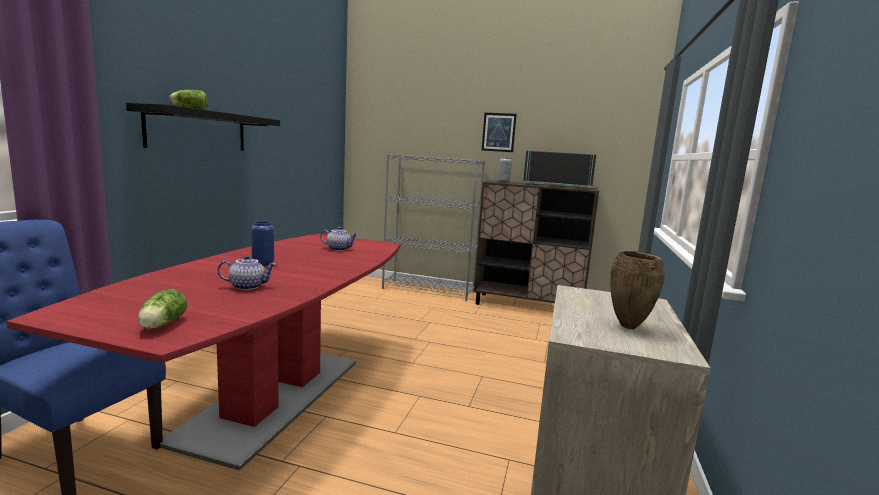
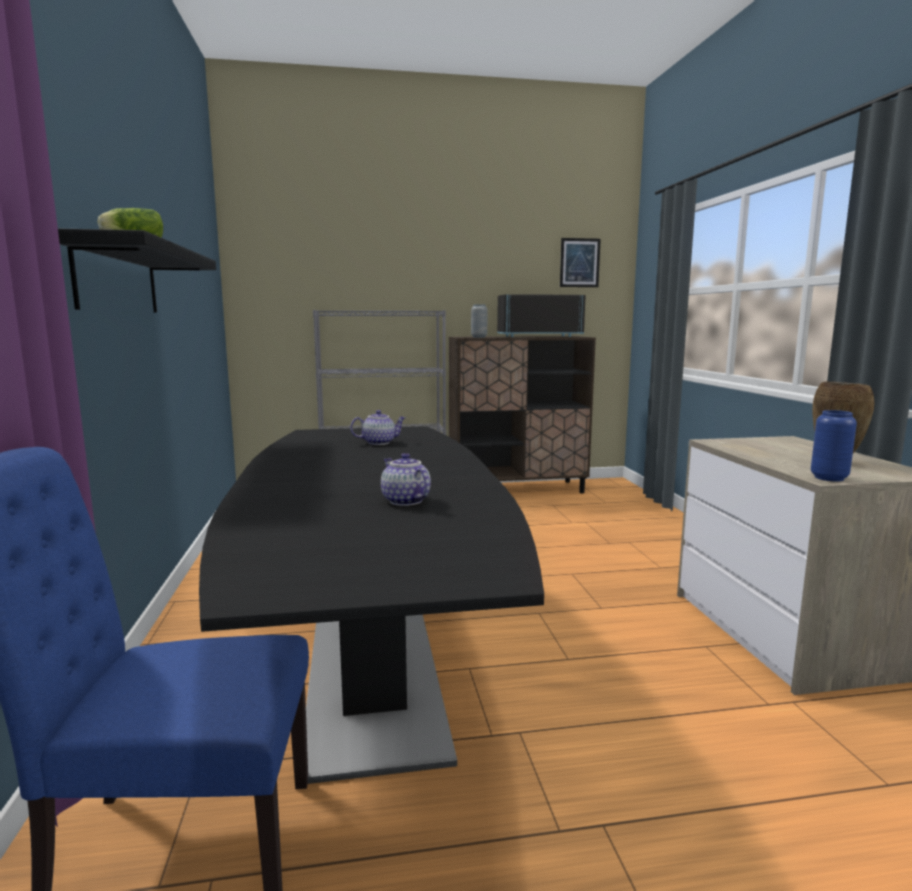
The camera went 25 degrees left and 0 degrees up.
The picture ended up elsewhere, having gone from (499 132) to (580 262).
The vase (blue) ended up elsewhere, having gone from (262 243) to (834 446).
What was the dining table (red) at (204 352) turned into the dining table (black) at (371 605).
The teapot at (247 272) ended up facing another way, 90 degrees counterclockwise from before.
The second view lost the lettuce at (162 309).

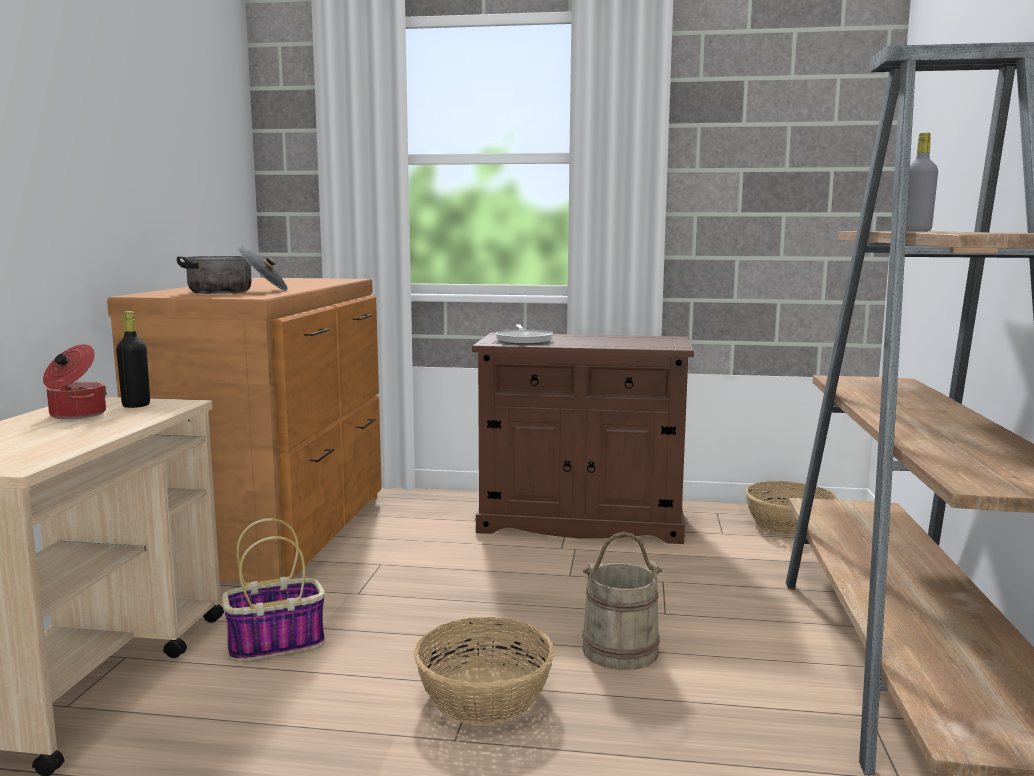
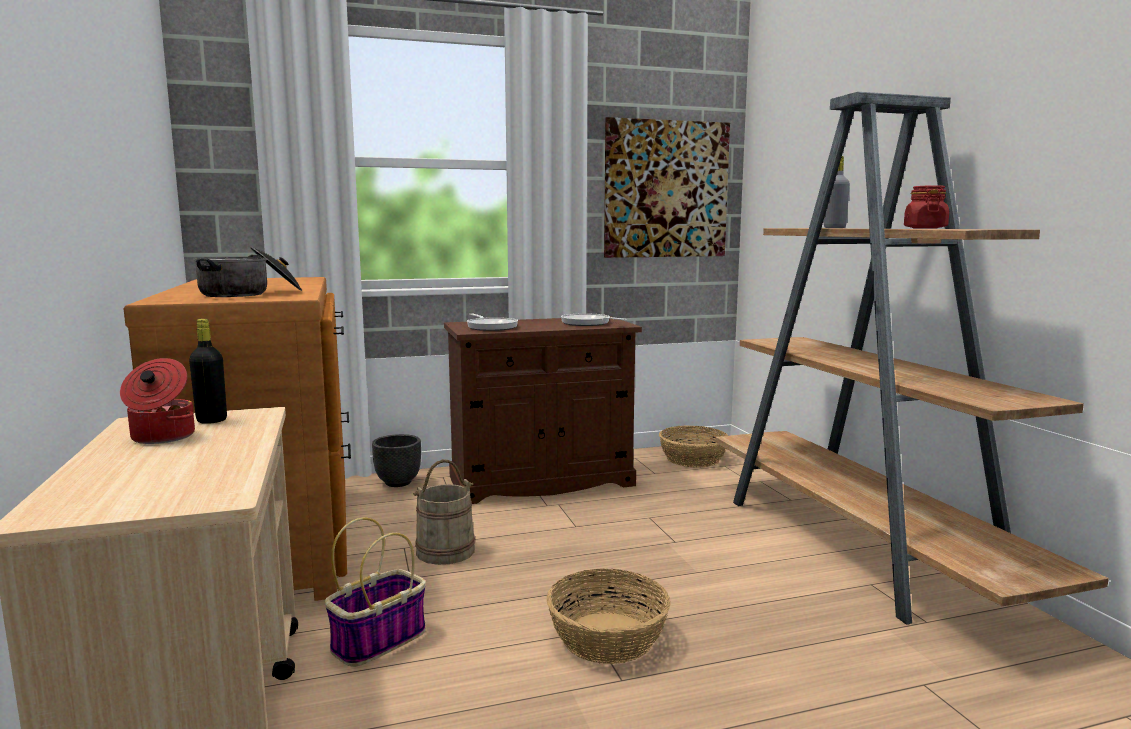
The camera went 25 degrees left and 0 degrees up.
The bucket (beige) ended up elsewhere, having gone from (622 601) to (444 512).
The second view gained the picture at (667 187).
The second view gained the jar (red) at (926 207).
The second view gained the frying pan at (594 319).
The second view gained the planter (black) at (396 460).

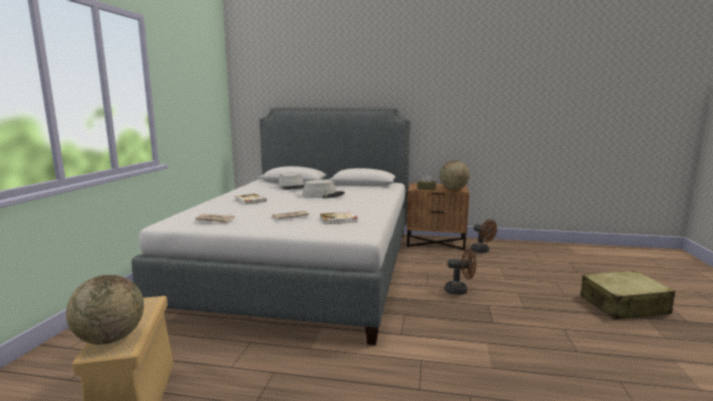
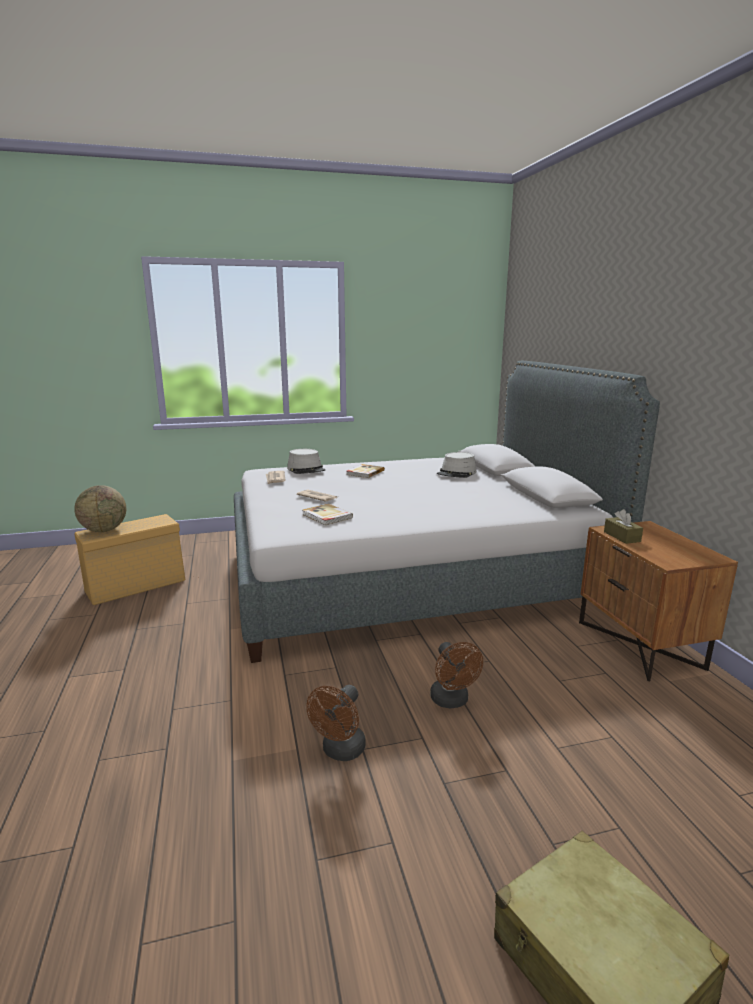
The camera went 65 degrees right and 5 degrees up.
The second view lost the globe at (455 175).
The hat (grey) ended up elsewhere, having gone from (324 188) to (306 461).
The fan (brown) ended up elsewhere, having gone from (484 236) to (336 723).

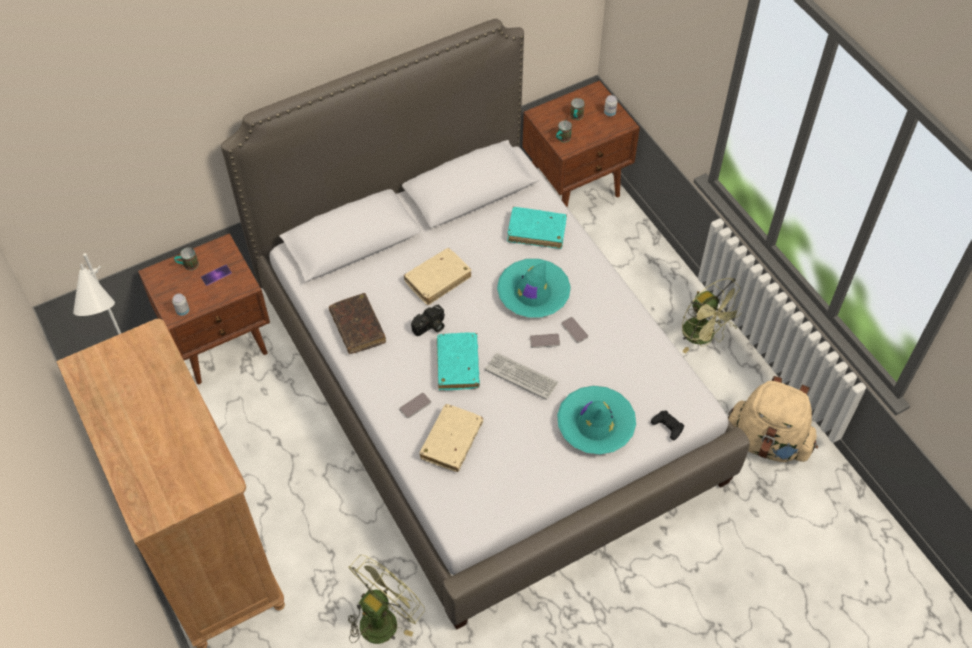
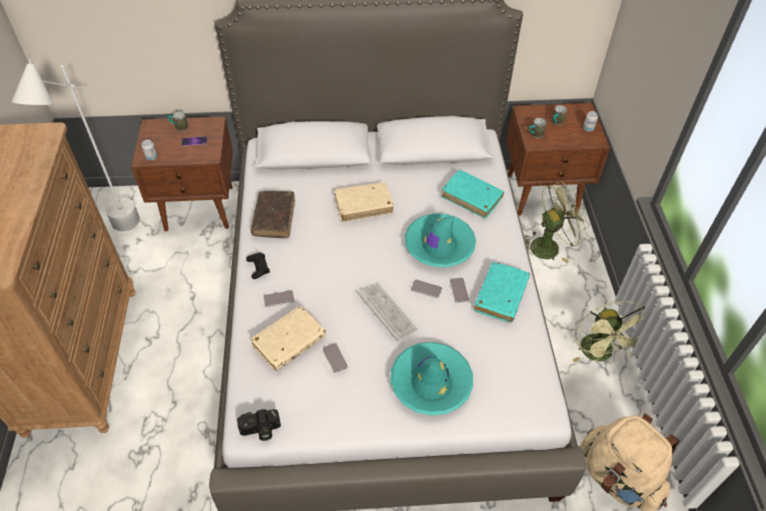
The camera went 25 degrees right and 5 degrees down.
The photo camera ended up elsewhere, having gone from (428 320) to (259 425).
The book (turquoise) ended up elsewhere, having gone from (458 362) to (502 292).
The game controller (black) ended up elsewhere, having gone from (667 425) to (258 265).
The fan (green) ended up elsewhere, having gone from (386 599) to (557 222).
The second view gained the phone at (335 358).

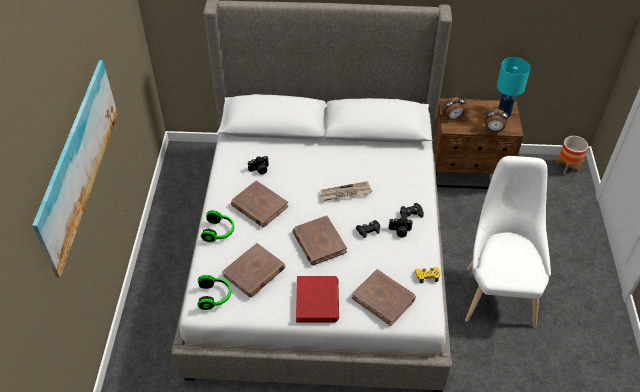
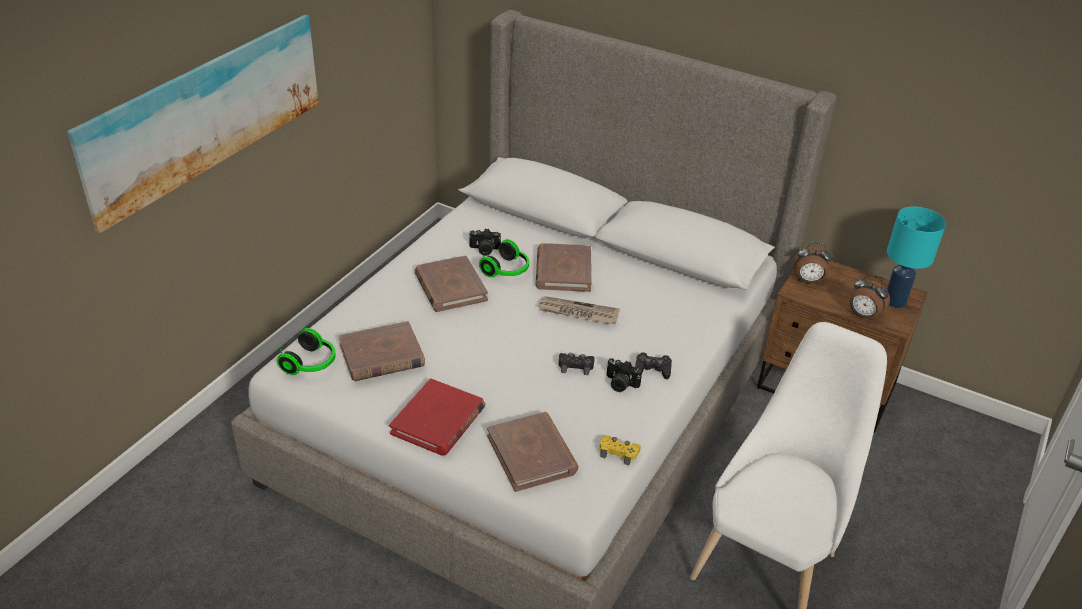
The camera went 25 degrees right and 10 degrees down.
The second view lost the planter at (572 155).
The headphones ended up elsewhere, having gone from (217 226) to (504 258).
The book (brown) ended up elsewhere, having gone from (319 240) to (564 267).

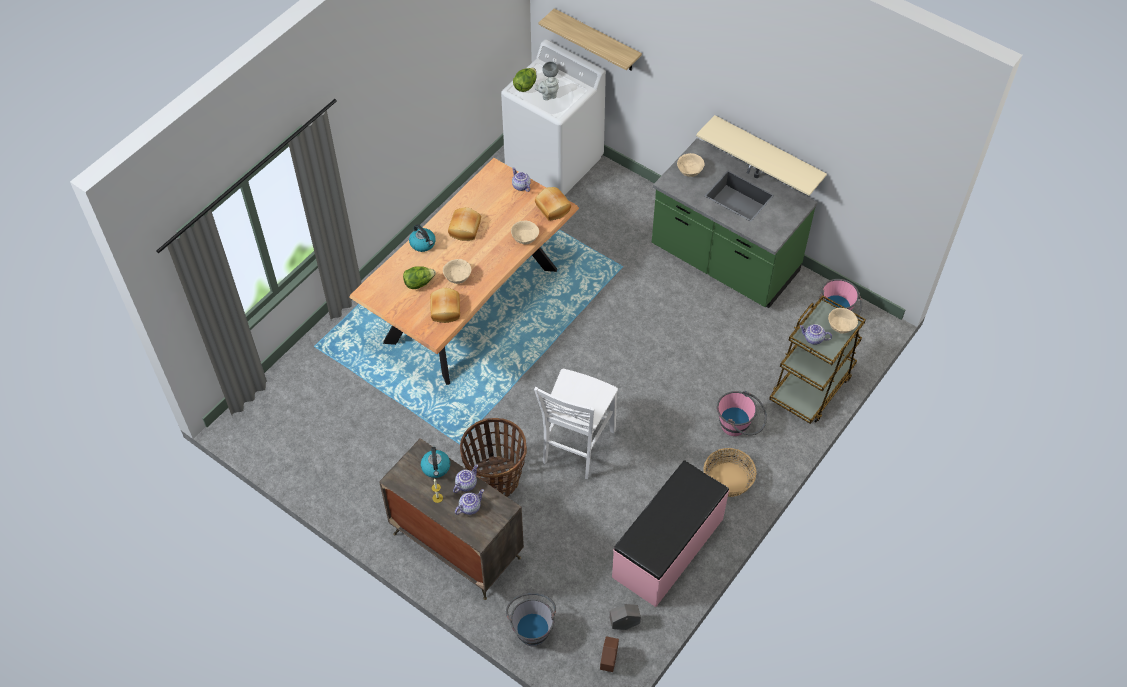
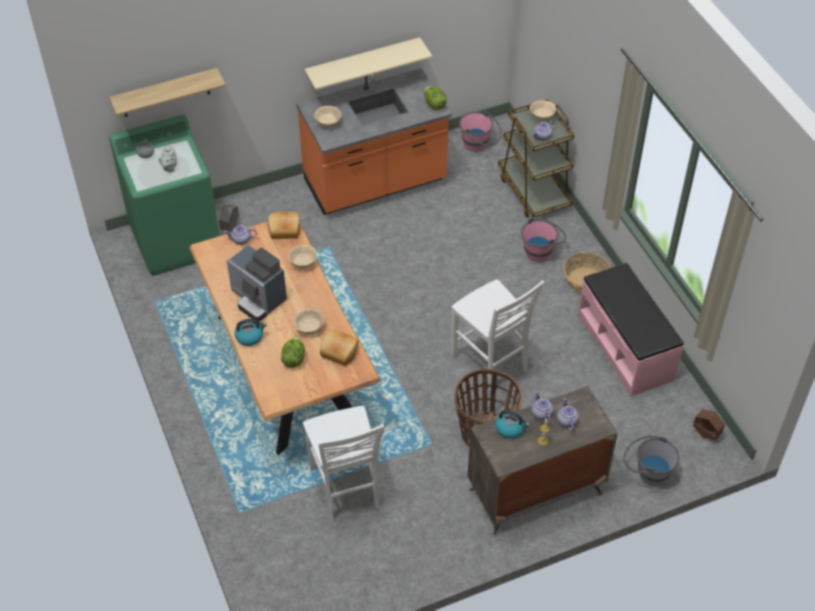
The camera went 60 degrees left and 5 degrees down.
What was the washing machine (white) at (553 117) turned into the washing machine (green) at (164 195).
The lettuce ended up elsewhere, having gone from (524 80) to (435 98).
What was the counter (green) at (735 223) turned into the counter (orange) at (374 141).
Where the bread stood at (464 224), the coffee machine came to stand at (257 283).
The planter (grey) ended up elsewhere, having gone from (625 617) to (229 218).
The second view gained the chair (white) at (343 463).

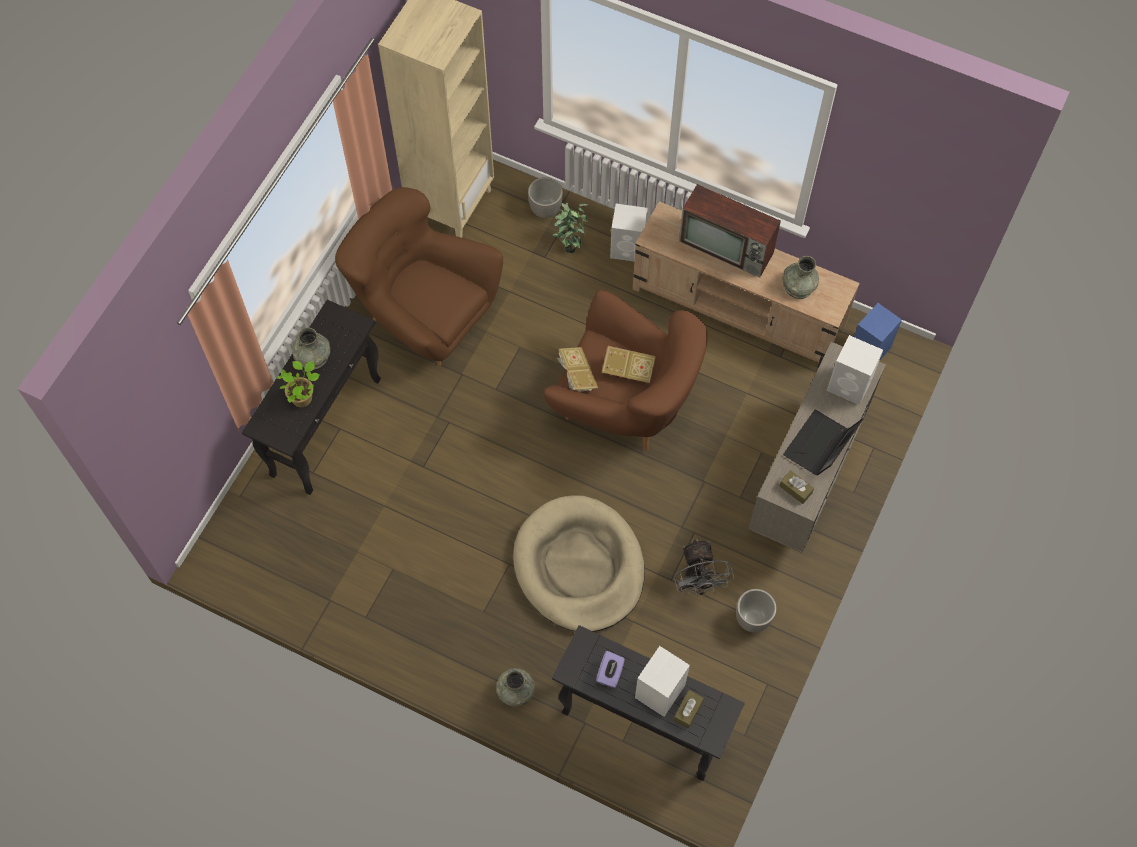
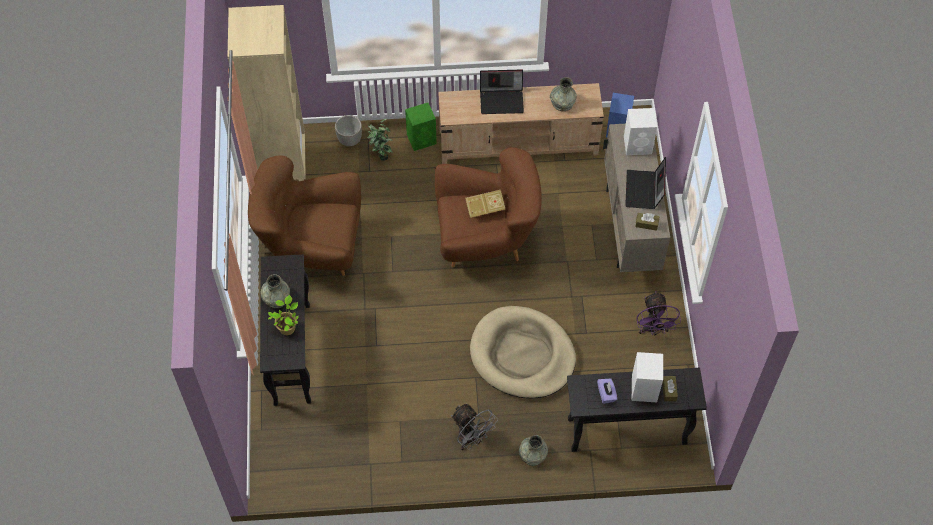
The camera went 30 degrees left and 5 degrees down.
Where the television stood at (730 230), the laptop came to stand at (502 92).
What was the speaker (white) at (629 232) turned into the speaker (green) at (421 127).
The second view lost the book at (577 369).
The fan (grey) ended up elsewhere, having gone from (704 567) to (474 426).
Where the planter stood at (756 611), the fan (purple) came to stand at (658 313).

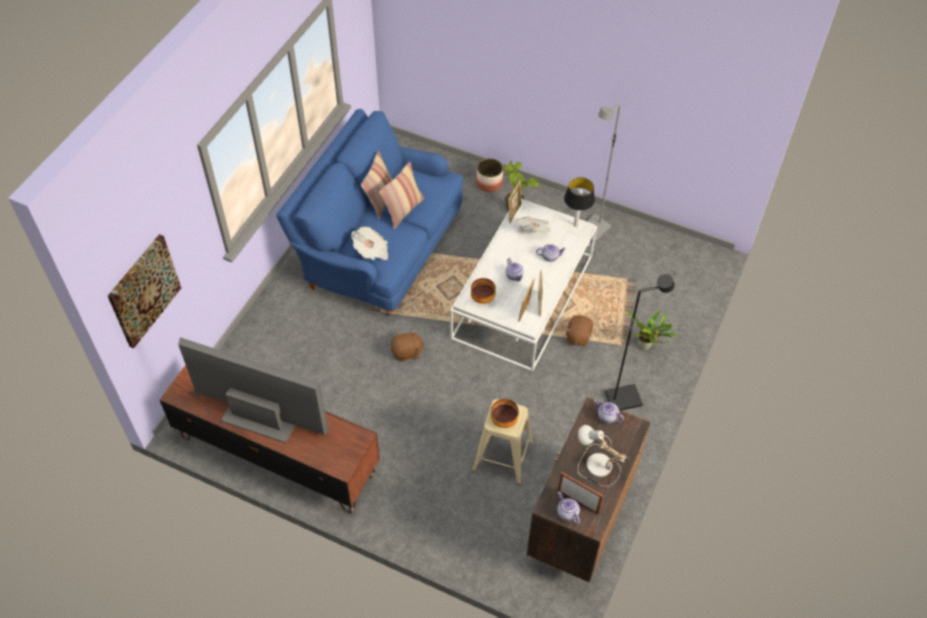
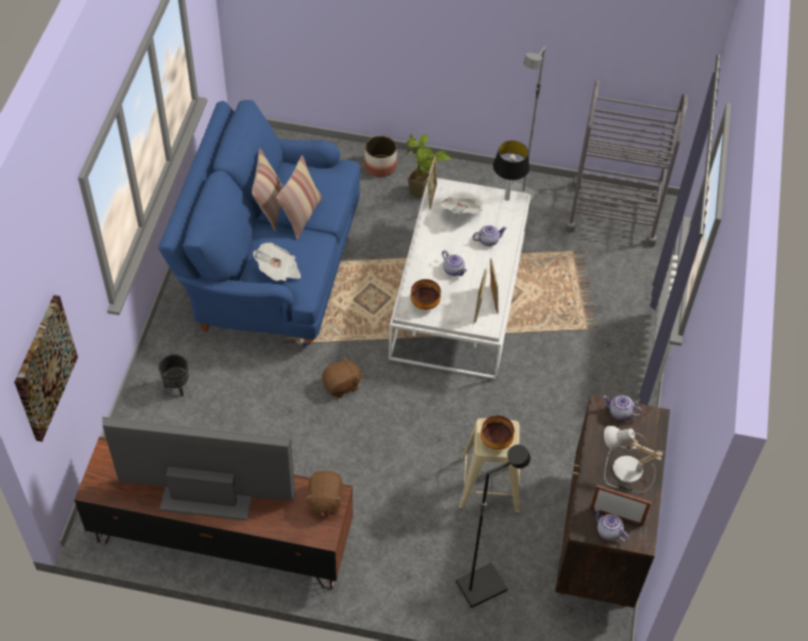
The camera went 15 degrees left and 0 degrees up.
The floor lamp (black) ended up elsewhere, having gone from (640 342) to (493 526).
The second view lost the potted plant at (651 330).
The plush toy (brown) ended up elsewhere, having gone from (579 330) to (324 493).
The second view gained the cart (grey) at (626 163).
The second view gained the planter (black) at (174 375).

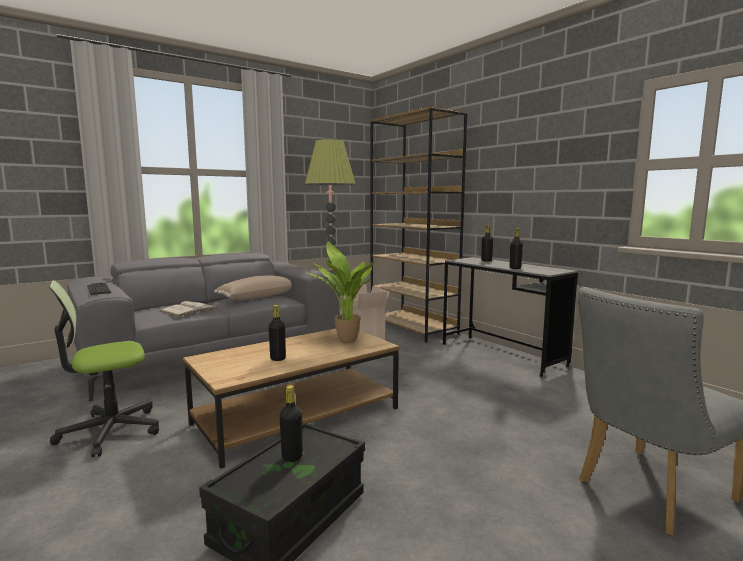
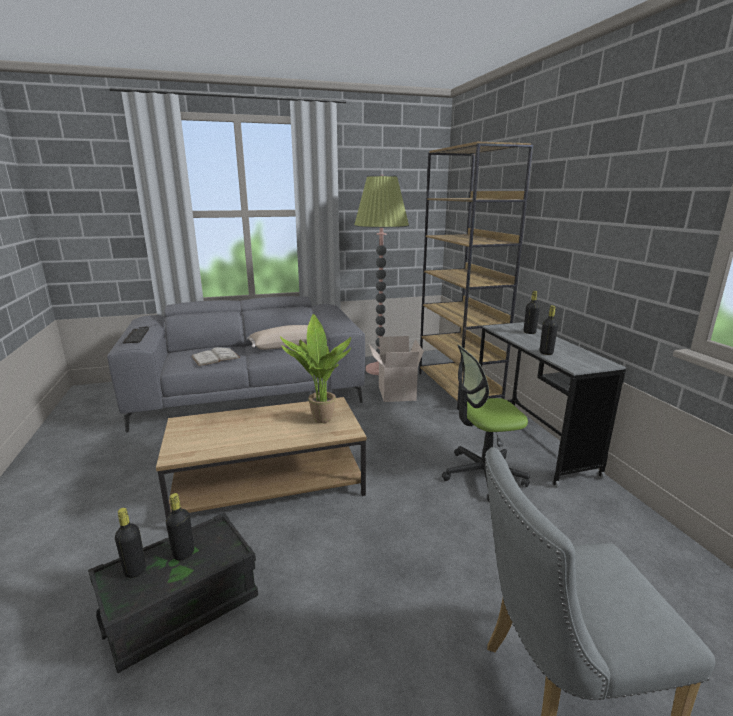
The camera went 20 degrees right and 10 degrees up.
The office chair ended up elsewhere, having gone from (104 368) to (486 423).
The bottle (black) ended up elsewhere, having gone from (277 333) to (130 543).

